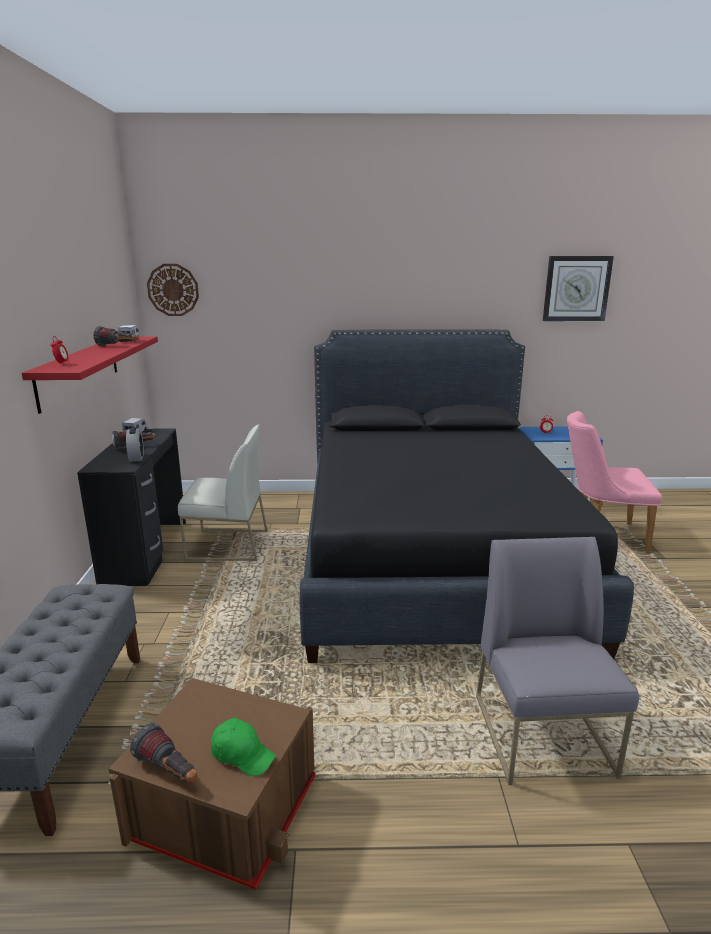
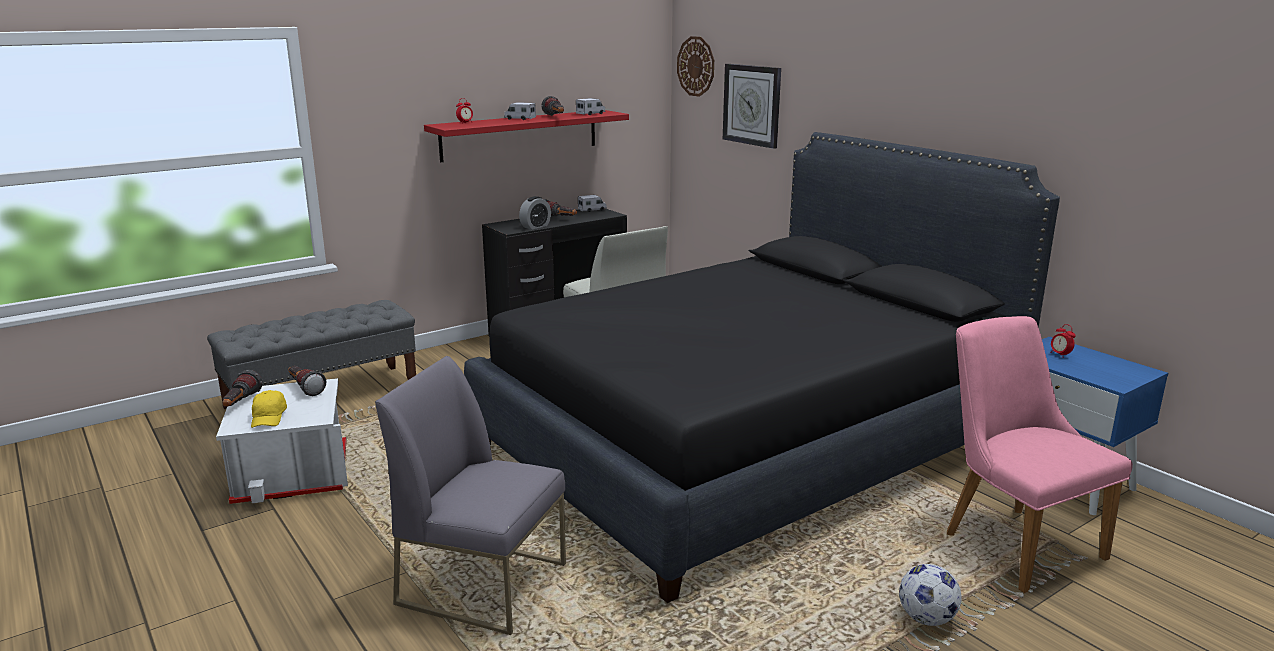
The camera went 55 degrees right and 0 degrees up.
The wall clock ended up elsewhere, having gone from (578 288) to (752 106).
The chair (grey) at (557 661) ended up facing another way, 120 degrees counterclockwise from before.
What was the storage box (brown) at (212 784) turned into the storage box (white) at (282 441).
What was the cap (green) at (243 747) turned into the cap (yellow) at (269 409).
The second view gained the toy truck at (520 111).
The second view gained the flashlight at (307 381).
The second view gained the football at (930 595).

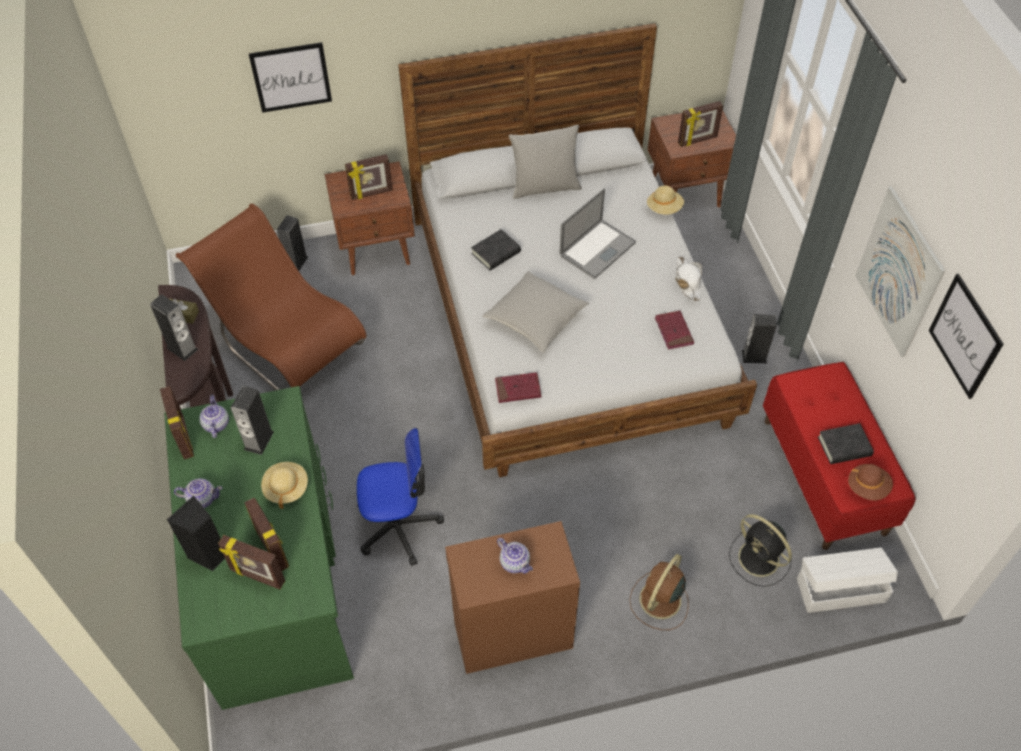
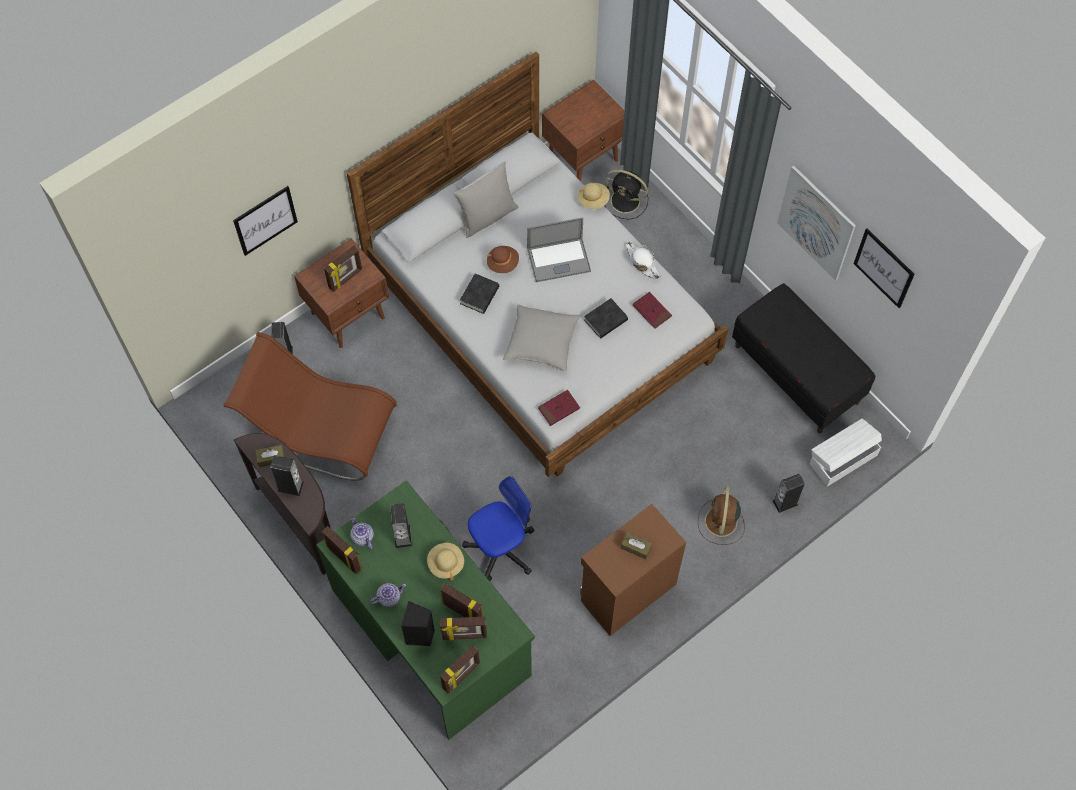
The camera went 25 degrees left and 10 degrees up.
The picture frame ended up elsewhere, having gone from (700 124) to (460 668).
The laptop at (598 233) ended up facing another way, 60 degrees clockwise from before.
The speaker ended up elsewhere, having gone from (759 339) to (789 493).
What was the bench (red) at (839 456) turned into the bench (black) at (803 358).
The book (black) ended up elsewhere, having gone from (846 443) to (606 318).
The hat (brown) ended up elsewhere, having gone from (870 482) to (503 259).
The fan (black) ended up elsewhere, having gone from (760 550) to (626 195).
Where the teapot stood at (515 556), the tissue box (brown) came to stand at (636 545).

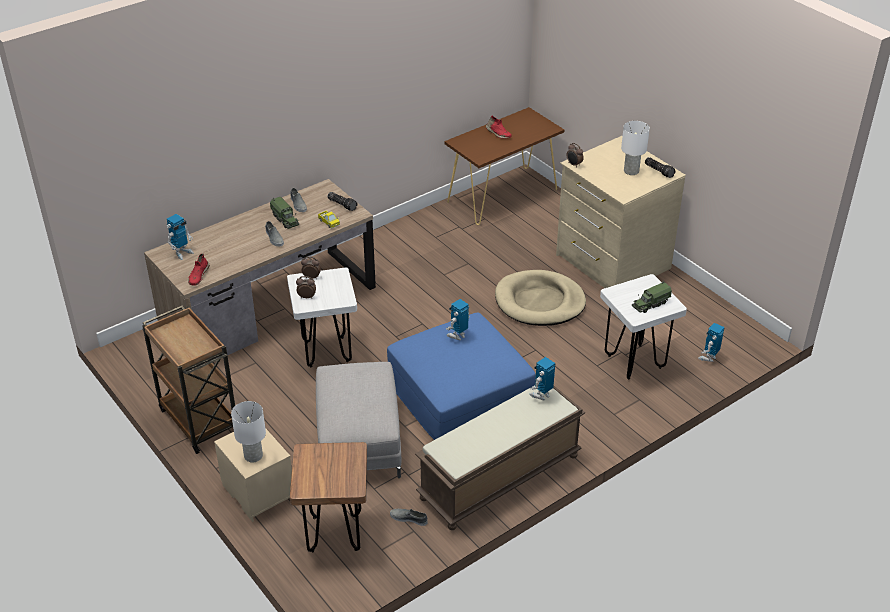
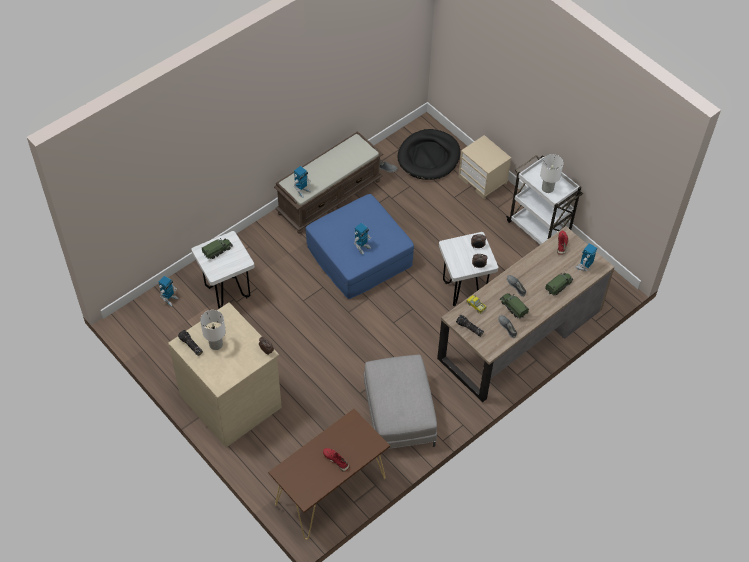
The camera went 175 degrees right and 15 degrees up.
The second view lost the dog bed (beige) at (540 298).
What was the cart (brown) at (188 379) turned into the cart (white) at (544 200).
The ottoman (grey) ended up elsewhere, having gone from (359 420) to (400 402).
The table lamp (white) ended up elsewhere, having gone from (248 431) to (551 173).
Where the stool (brown) stood at (328 497), the dog bed (black) came to stand at (428 154).
The second view gained the toy truck at (559 284).

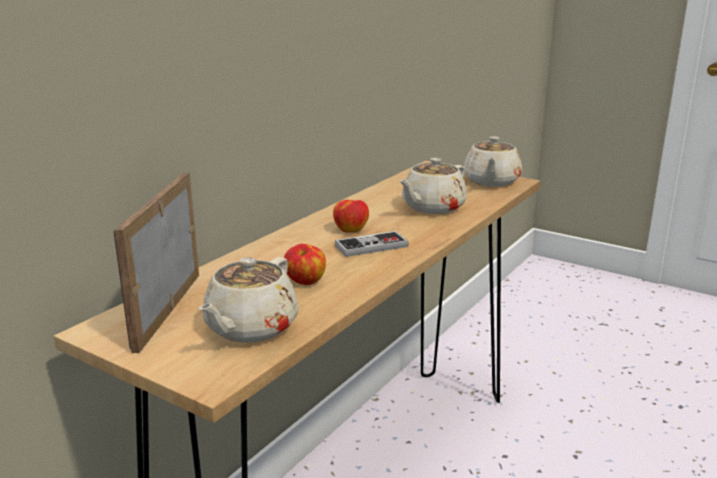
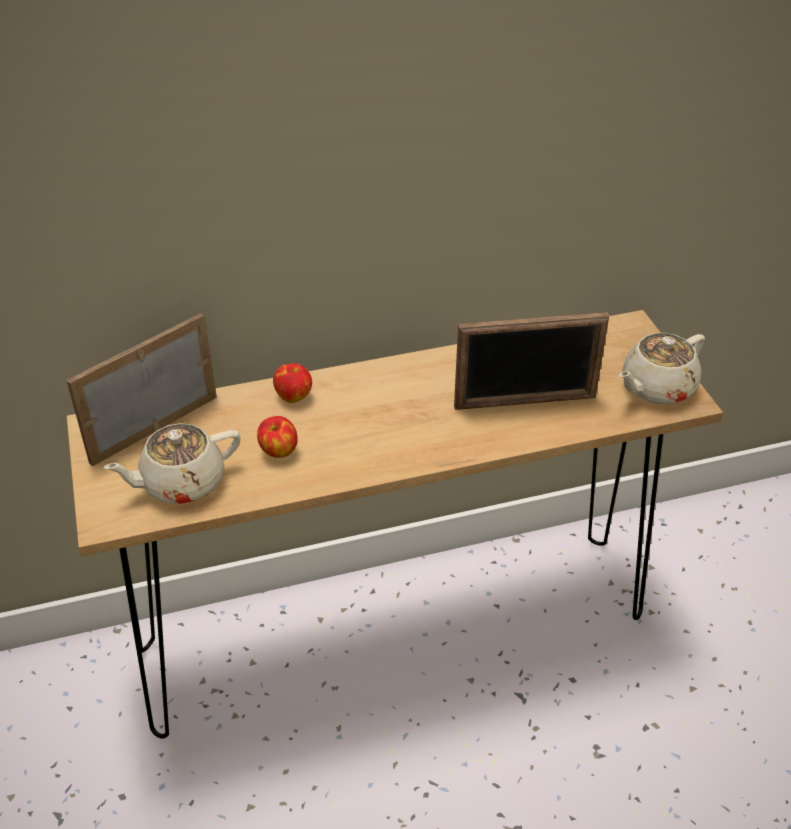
The camera went 40 degrees right and 20 degrees up.
Where the teapot (beige) stood at (433 186), the picture frame came to stand at (531 361).
The apple ended up elsewhere, having gone from (351 216) to (292 383).
The second view lost the game controller at (372 244).

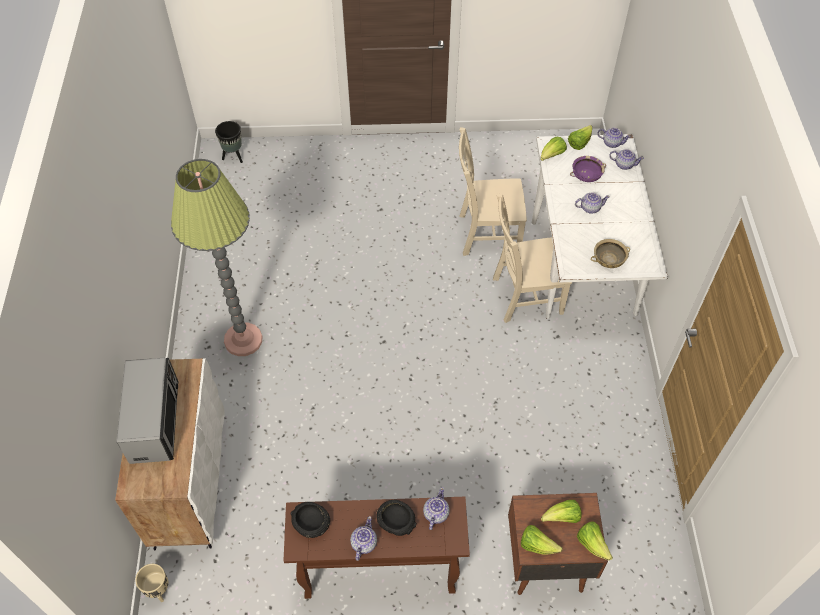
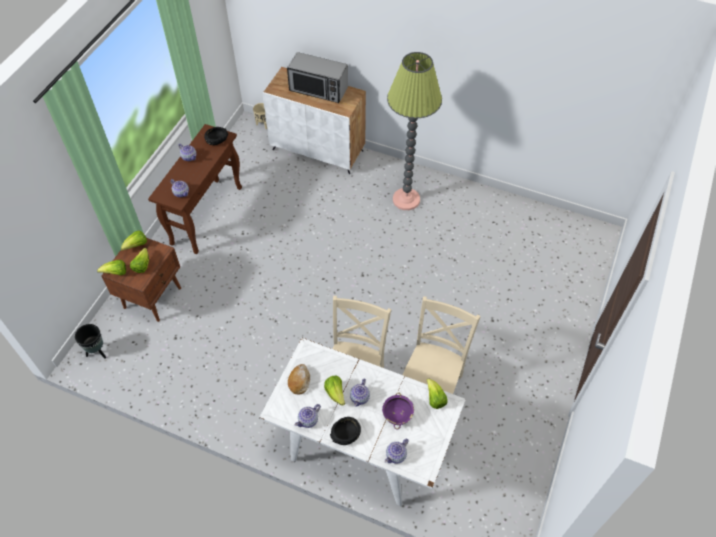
The camera went 115 degrees right and 0 degrees up.
The planter (black) ended up elsewhere, having gone from (229 142) to (90 341).
The lettuce ended up elsewhere, having gone from (580 137) to (334 391).
The teapot ended up elsewhere, having gone from (614 138) to (308 416).
Where the bowl (beige) stood at (610 253), the bread came to stand at (299 379).
The bowl (black) ended up elsewhere, having gone from (396 518) to (345 431).

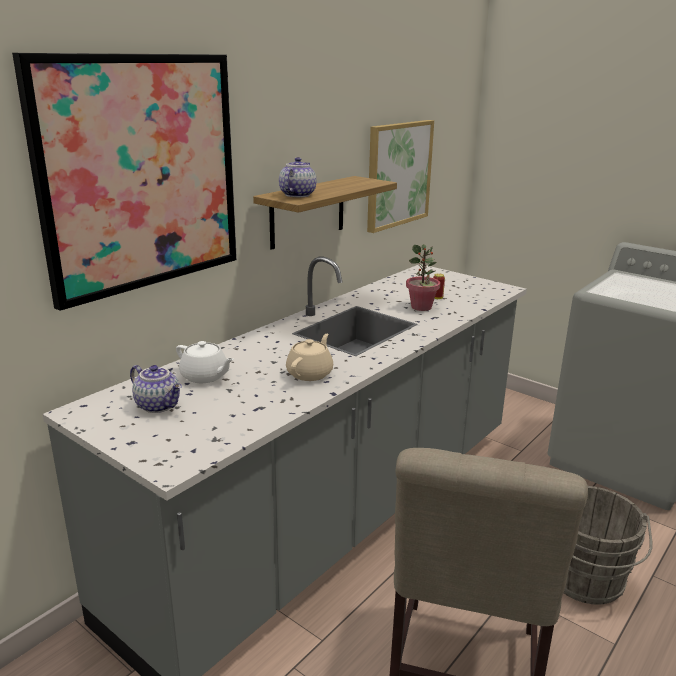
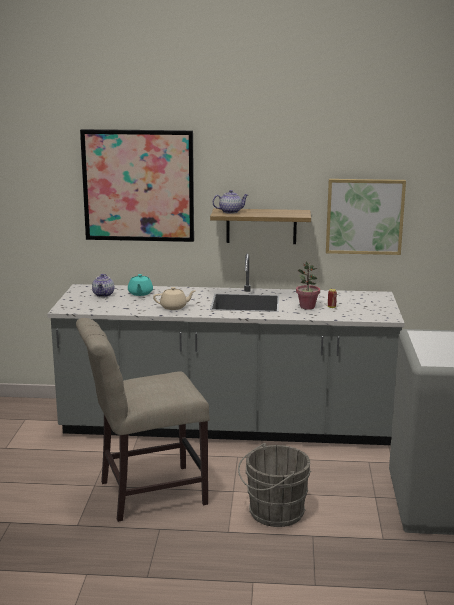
The camera went 55 degrees right and 5 degrees down.
What was the teapot (white) at (205 362) turned into the teapot (turquoise) at (140 285).

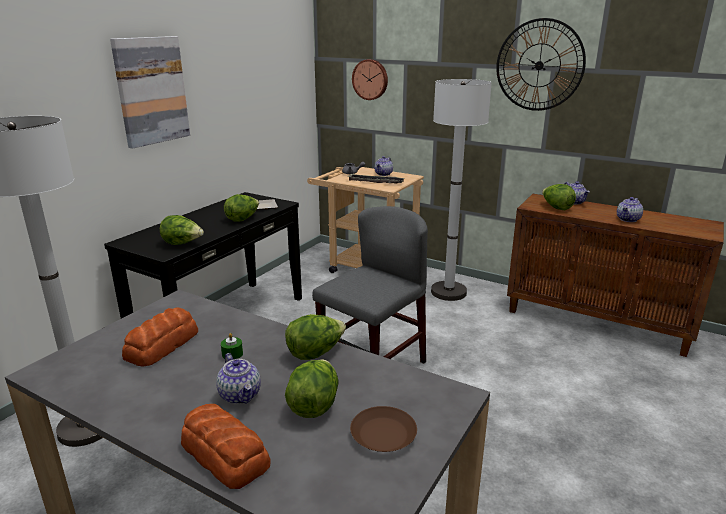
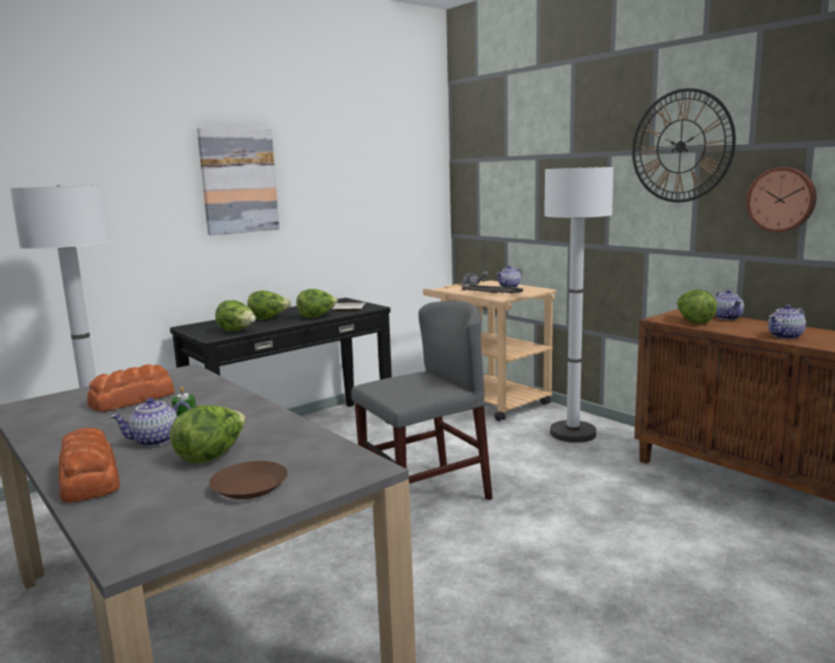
The camera went 20 degrees right and 10 degrees down.
The wall clock ended up elsewhere, having gone from (370 79) to (781 199).
The lettuce ended up elsewhere, having gone from (315 337) to (269 305).
The teapot at (238 378) ended up facing another way, 75 degrees clockwise from before.

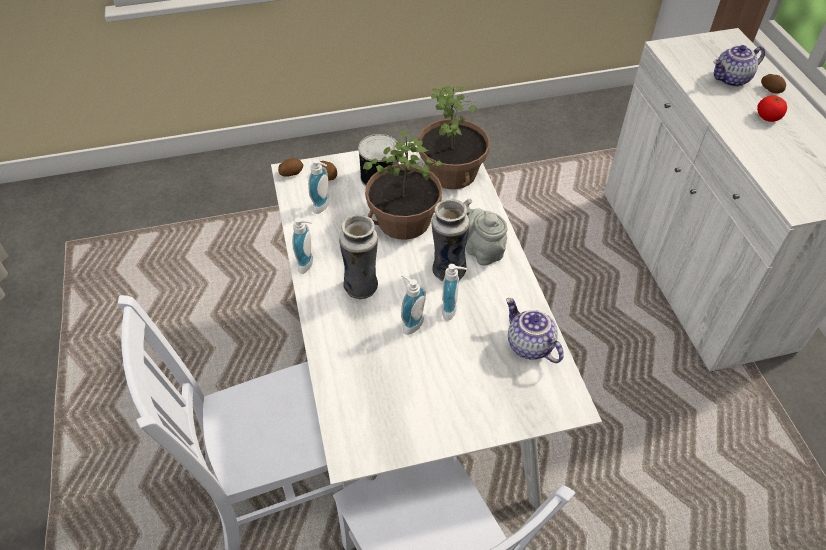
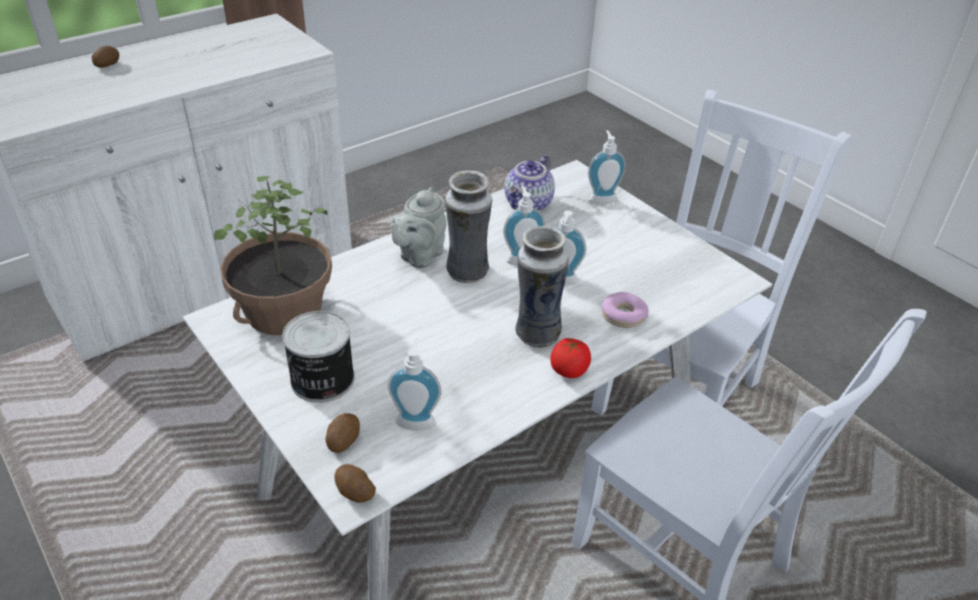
The camera went 115 degrees left and 10 degrees down.
The second view lost the teapot at (739 66).
The tomato ended up elsewhere, having gone from (772 108) to (570 357).
The second view lost the potted plant at (403 185).
The soap dispenser ended up elsewhere, having gone from (302 245) to (607 167).
The second view gained the donut at (625 310).

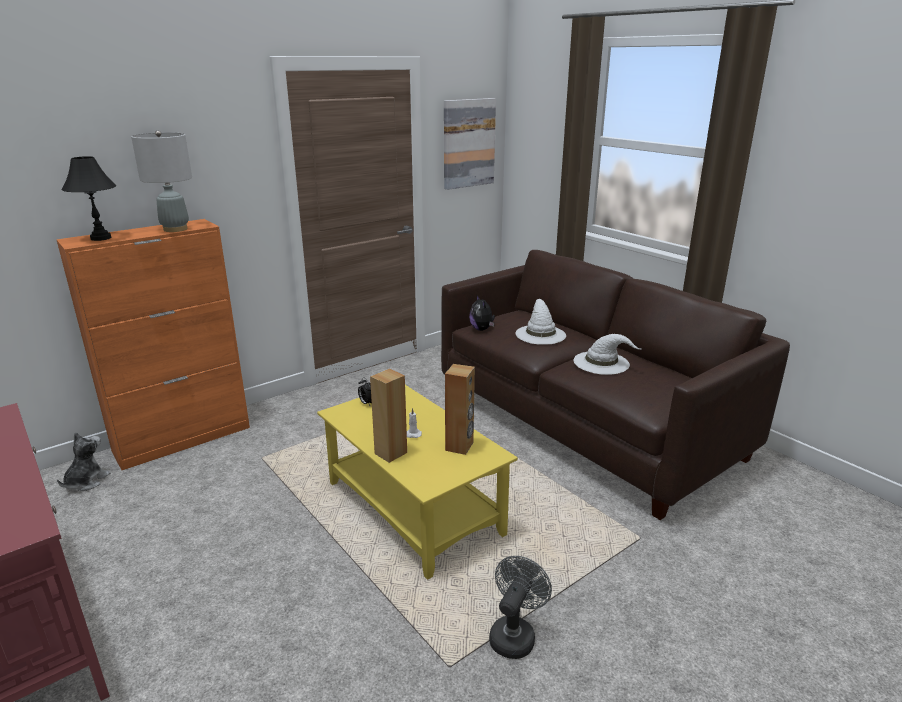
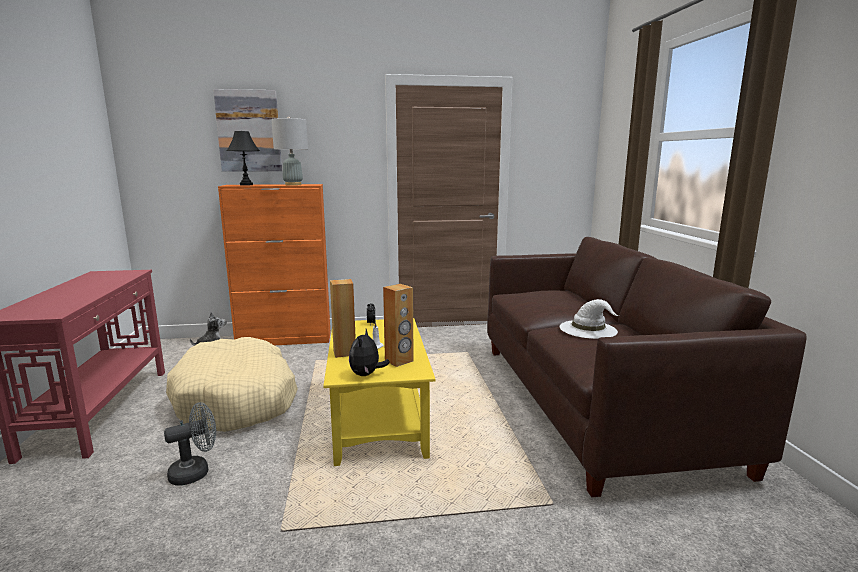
The camera went 30 degrees right and 10 degrees down.
The picture ended up elsewhere, having gone from (470 144) to (247 130).
The plush toy ended up elsewhere, having gone from (482 313) to (369 352).
The second view lost the hat (white) at (541 322).
The fan (grey) ended up elsewhere, having gone from (520 607) to (190 443).
The second view gained the dog bed (beige) at (232 384).

